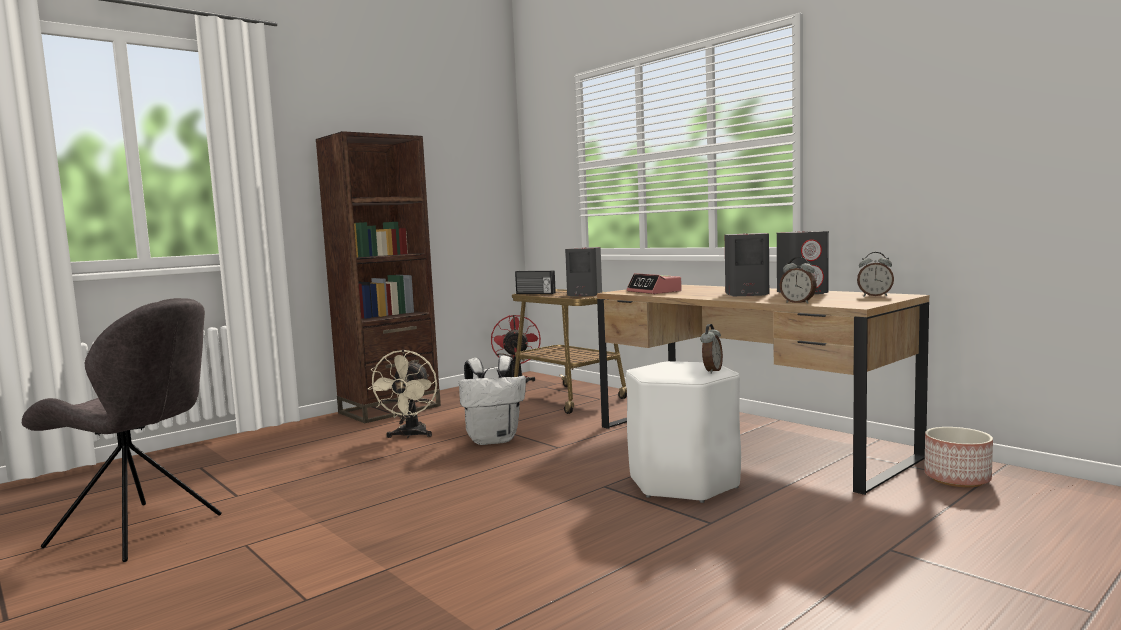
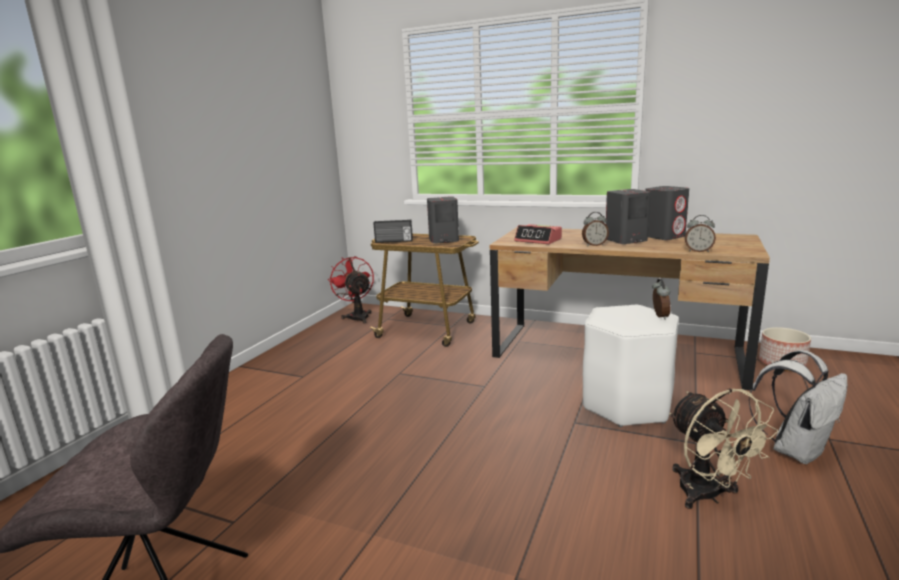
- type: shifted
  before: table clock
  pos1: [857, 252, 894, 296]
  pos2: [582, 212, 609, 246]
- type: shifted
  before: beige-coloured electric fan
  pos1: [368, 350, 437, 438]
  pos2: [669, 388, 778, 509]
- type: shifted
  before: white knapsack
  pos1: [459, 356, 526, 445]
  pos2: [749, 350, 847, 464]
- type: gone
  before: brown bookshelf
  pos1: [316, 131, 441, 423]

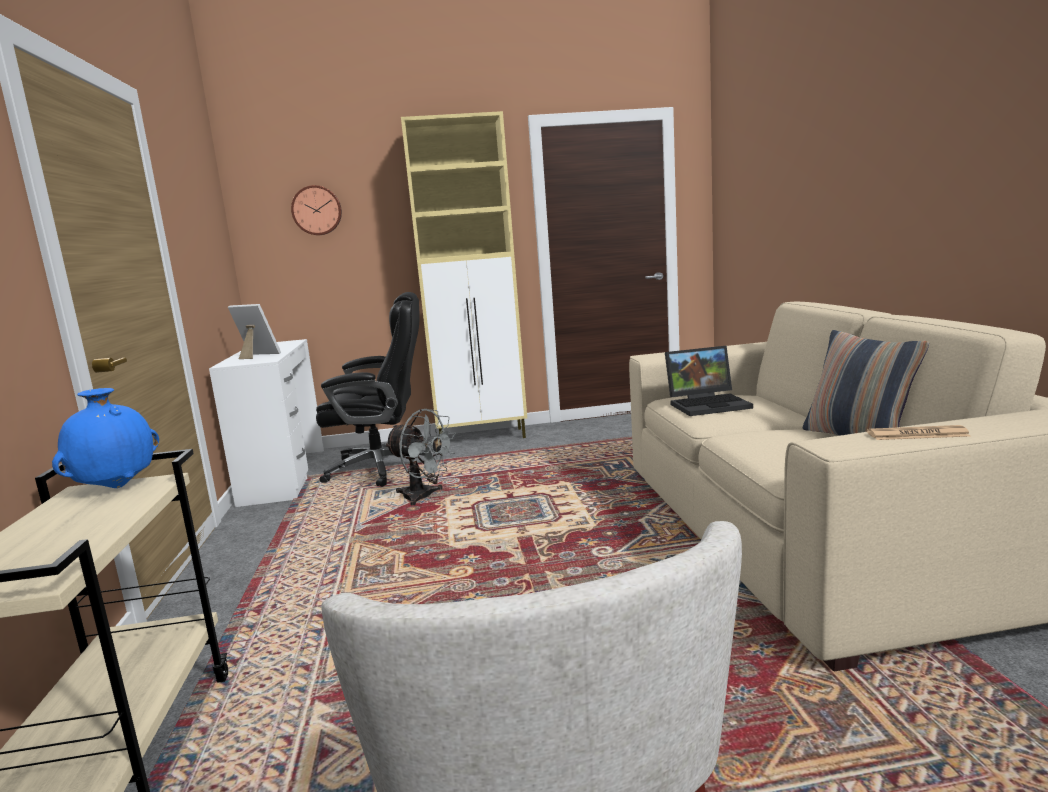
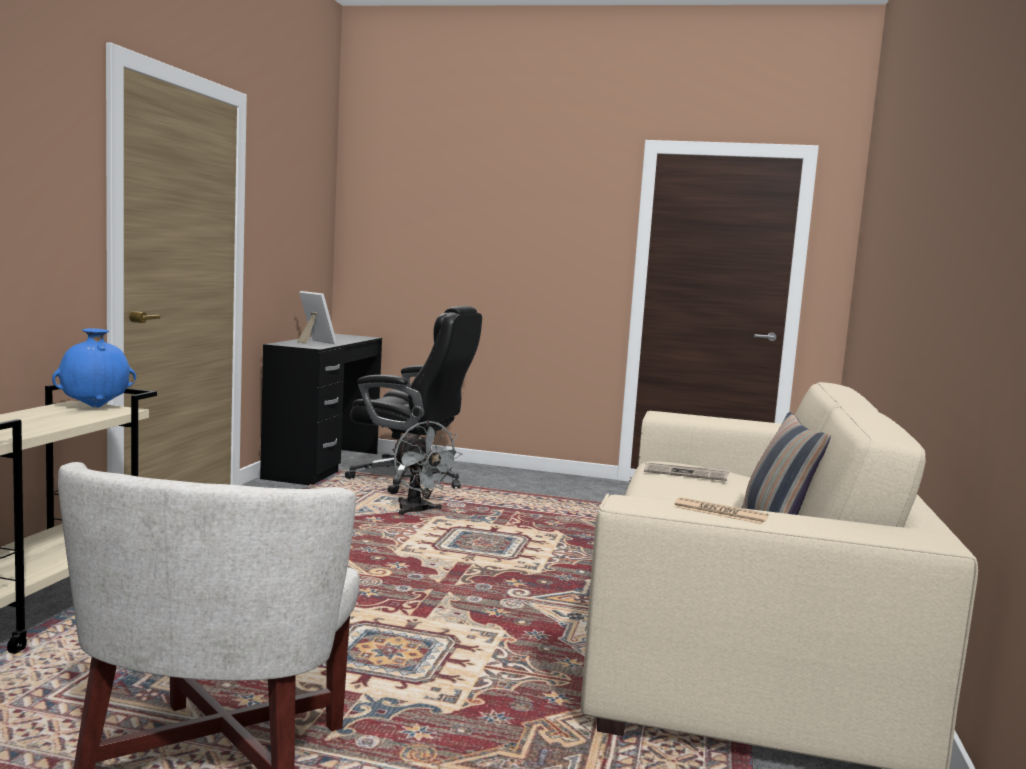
- type: repainted
  before: white desk unit
  after: blackish desk unit
  pos1: [209, 339, 324, 507]
  pos2: [260, 334, 382, 485]
- type: swapped
  before: laptop
  after: printed paper
  pos1: [665, 345, 753, 416]
  pos2: [644, 462, 730, 481]
- type: gone
  before: hanging clock
  pos1: [291, 185, 342, 235]
- type: gone
  before: beige-coloured cabinet
  pos1: [401, 111, 527, 438]

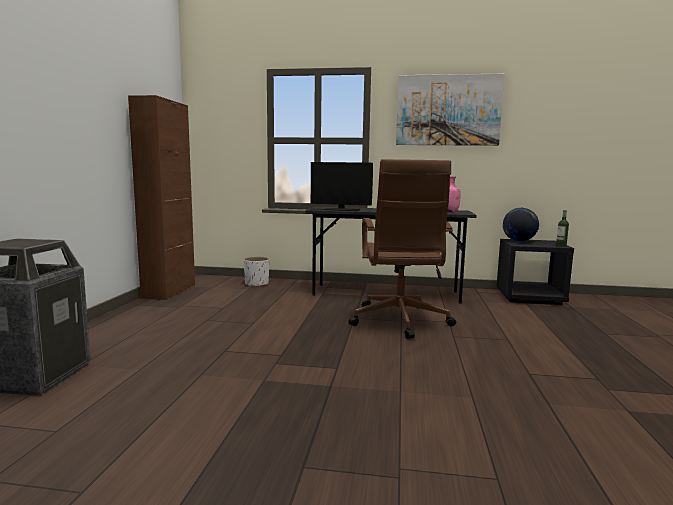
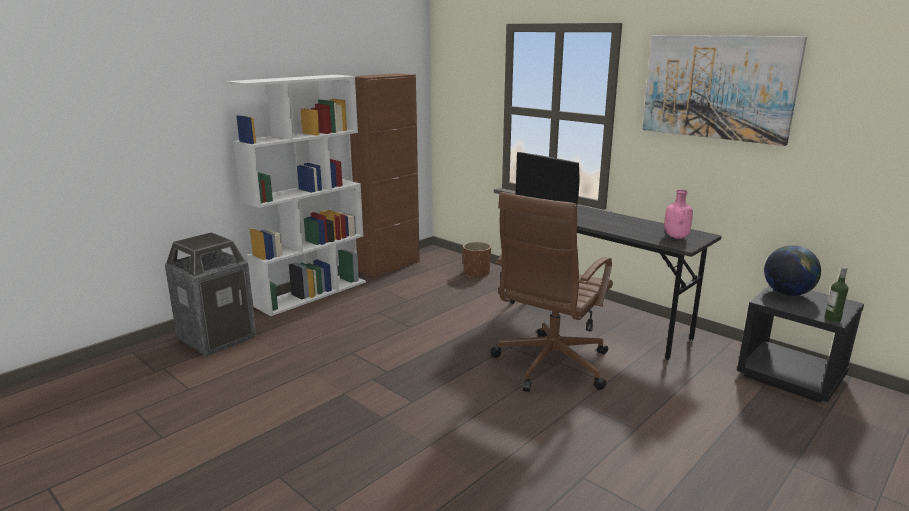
- type: new
  after: white bookshelf
  pos2: [226, 75, 366, 316]
- type: repainted
  before: white flower pot
  after: brown flower pot
  pos1: [244, 257, 269, 287]
  pos2: [463, 242, 491, 278]

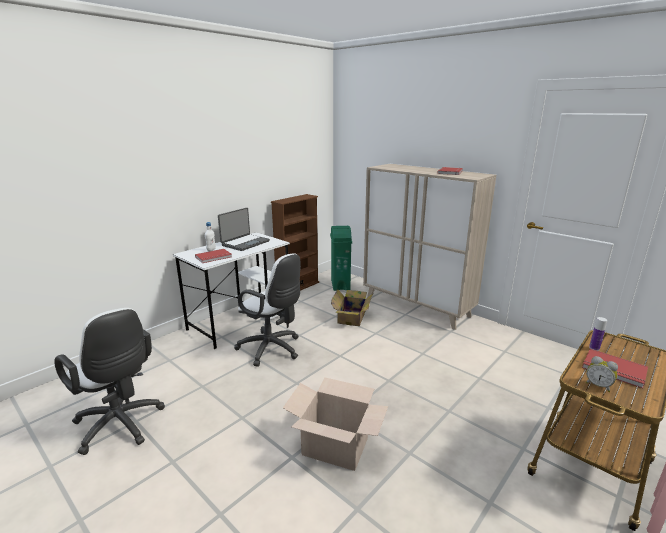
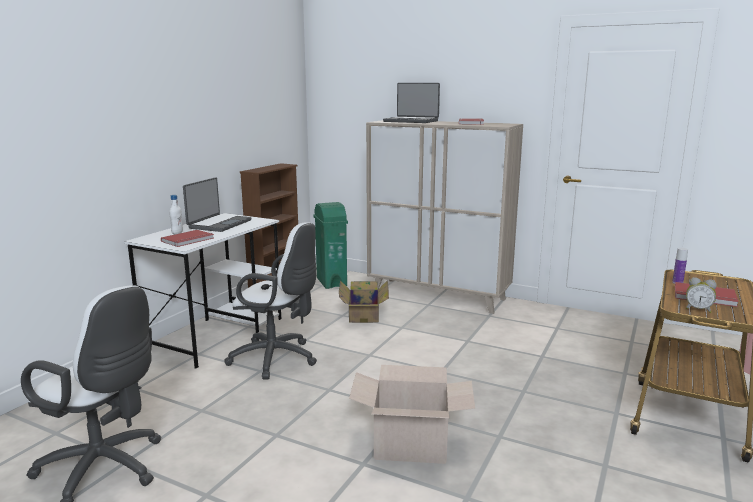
- type: new
  after: laptop
  pos2: [383, 83, 440, 123]

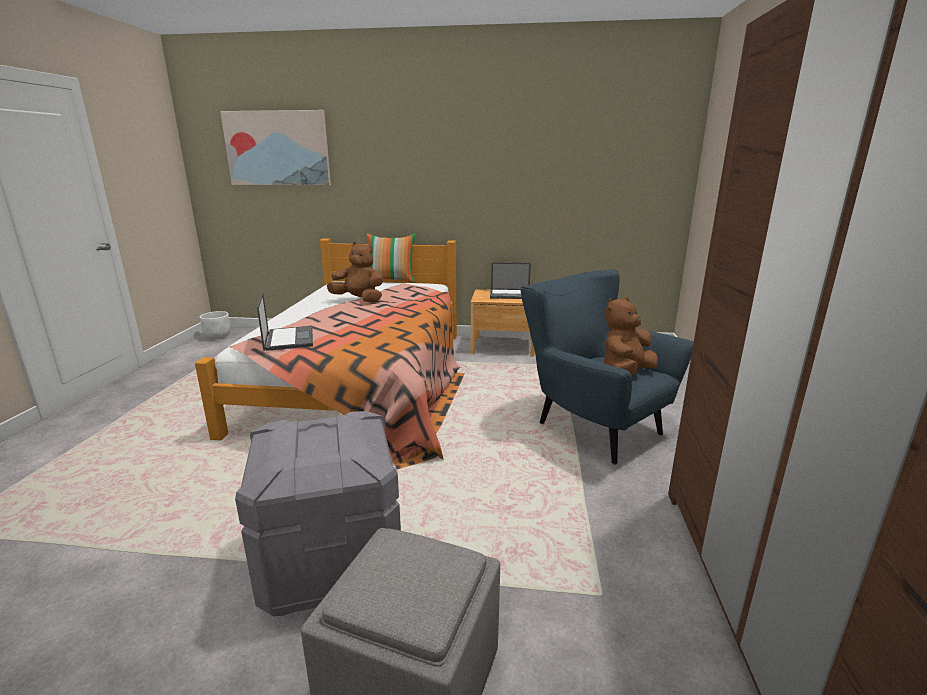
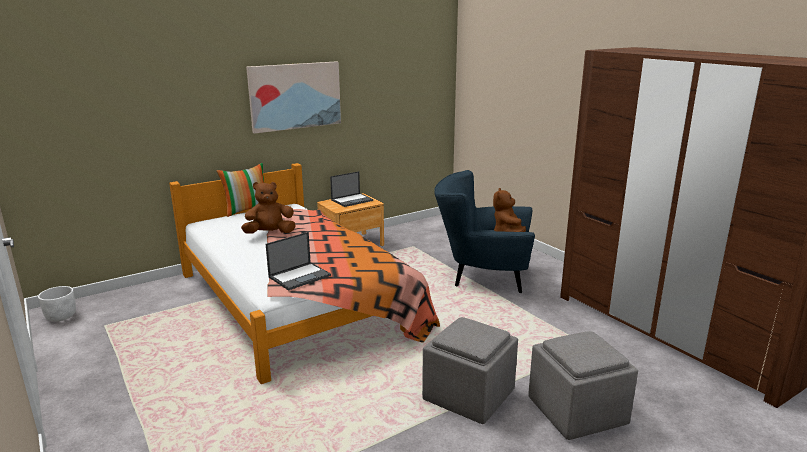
- type: shifted
  before: wall picture
  pos1: [220, 110, 331, 185]
  pos2: [246, 61, 341, 134]
- type: rotated
  before: laptop
  pos1: [257, 292, 313, 351]
  pos2: [266, 232, 331, 291]
  turn: 105
- type: swapped
  before: grey storage bin
  after: grey pouffe
  pos1: [235, 411, 401, 617]
  pos2: [422, 317, 518, 424]

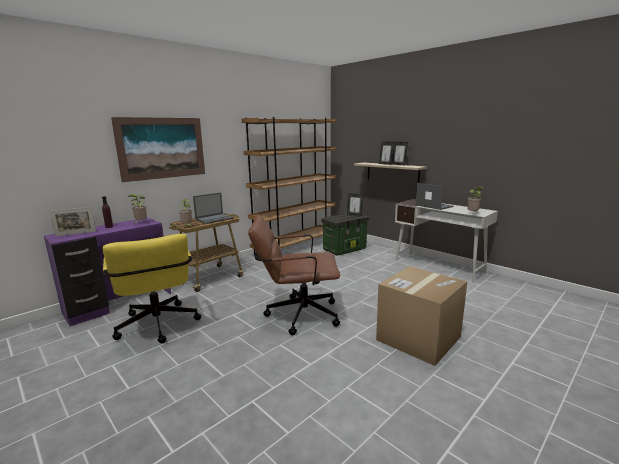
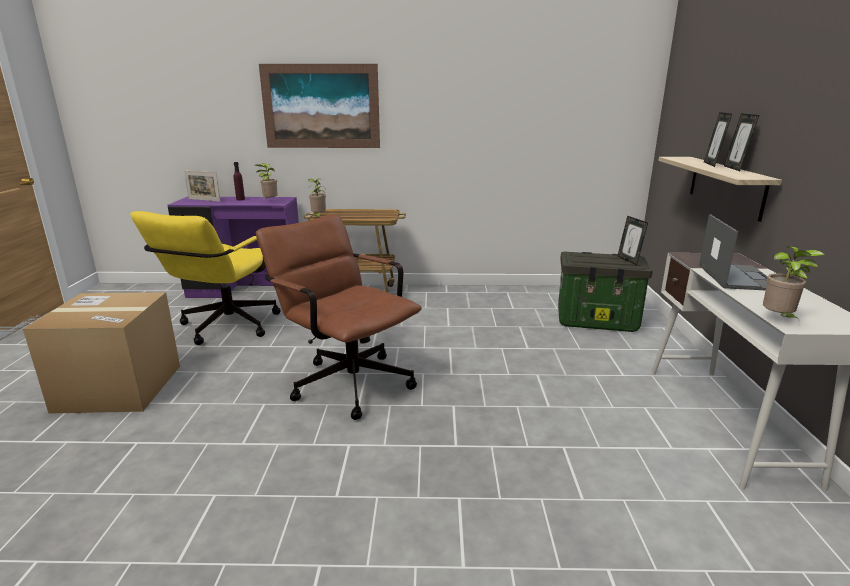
- type: shifted
  before: cardboard box
  pos1: [376, 266, 467, 366]
  pos2: [23, 292, 180, 414]
- type: gone
  before: laptop
  pos1: [193, 192, 234, 224]
- type: gone
  before: brown bookshelf
  pos1: [242, 117, 336, 256]

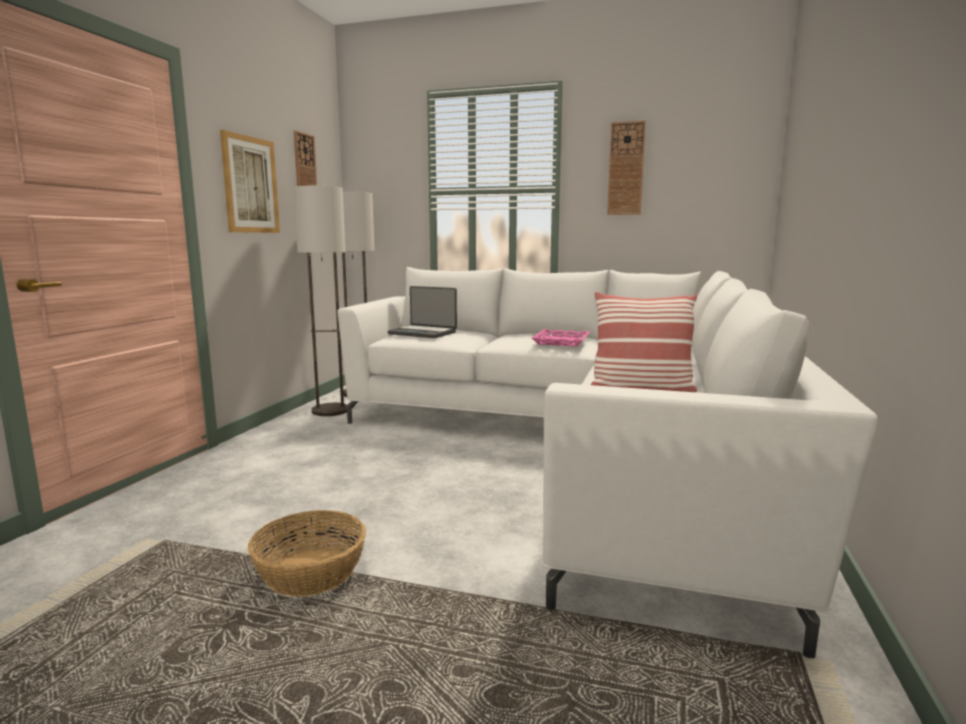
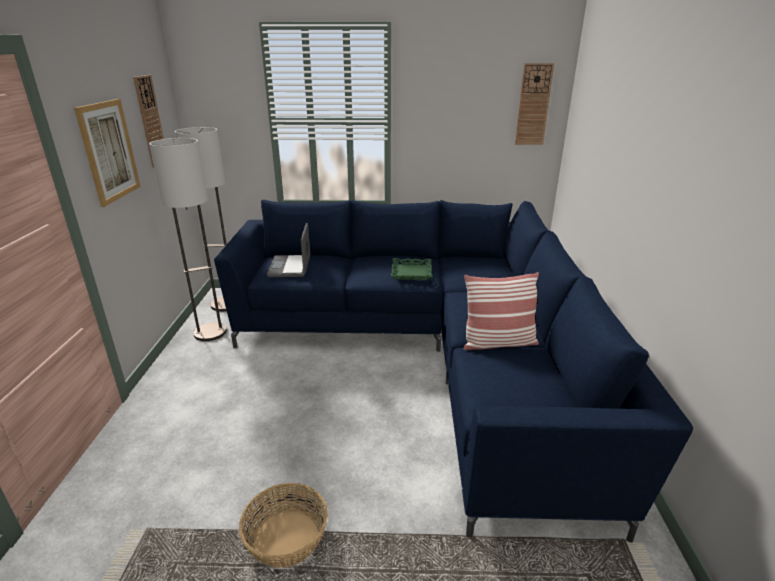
- type: repainted
  before: white sofa
  after: blue-coloured sofa
  pos1: [338, 267, 878, 658]
  pos2: [214, 200, 693, 543]
- type: rotated
  before: laptop
  pos1: [388, 286, 457, 338]
  pos2: [267, 223, 310, 277]
  turn: 75
- type: repainted
  before: pink carrying tray
  after: green-coloured carrying tray
  pos1: [532, 329, 590, 347]
  pos2: [391, 258, 433, 280]
- type: shifted
  before: hanging clock
  pos1: [607, 121, 646, 215]
  pos2: [515, 63, 554, 145]

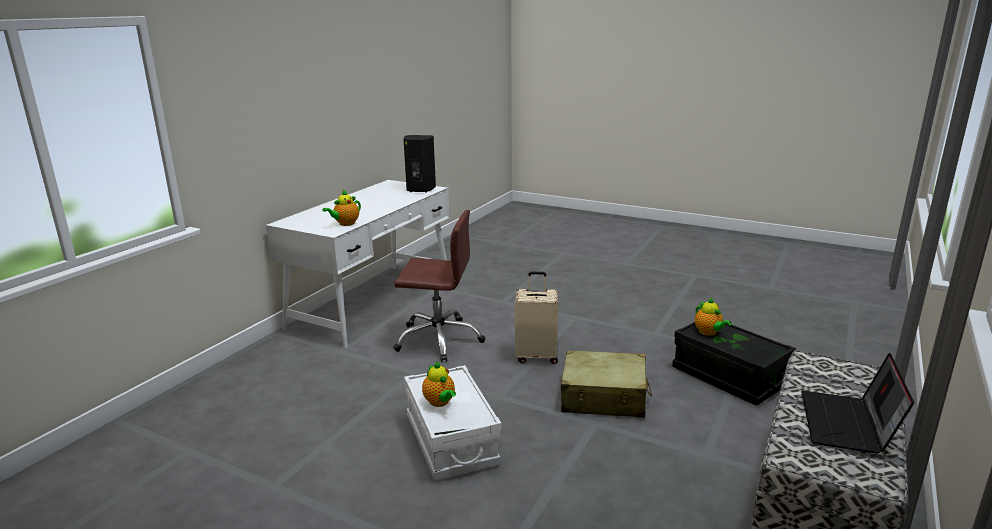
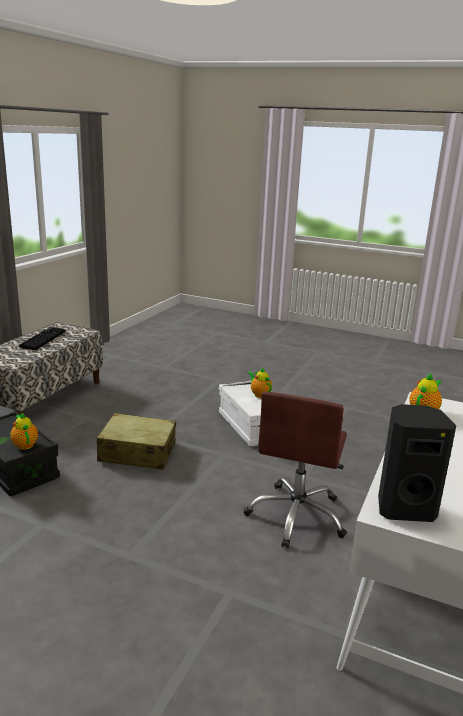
- type: swapped
  before: laptop
  after: computer keyboard
  pos1: [801, 353, 914, 454]
  pos2: [19, 327, 66, 350]
- type: rotated
  before: brown office chair
  pos1: [393, 210, 485, 362]
  pos2: [244, 391, 347, 548]
  turn: -75
- type: gone
  before: beige-coloured piece of luggage
  pos1: [515, 272, 558, 364]

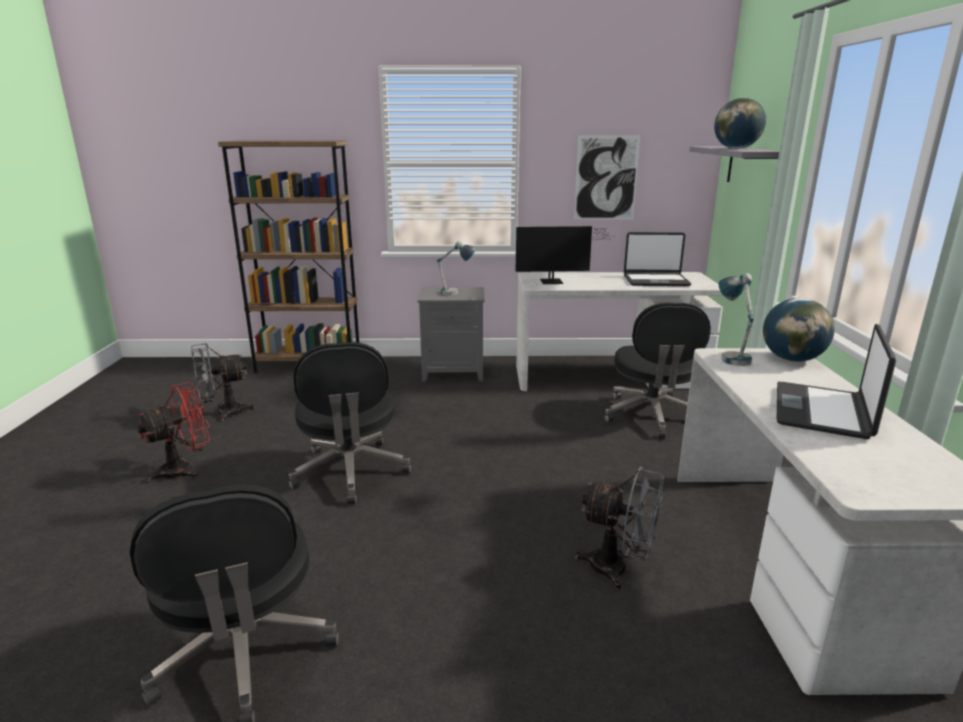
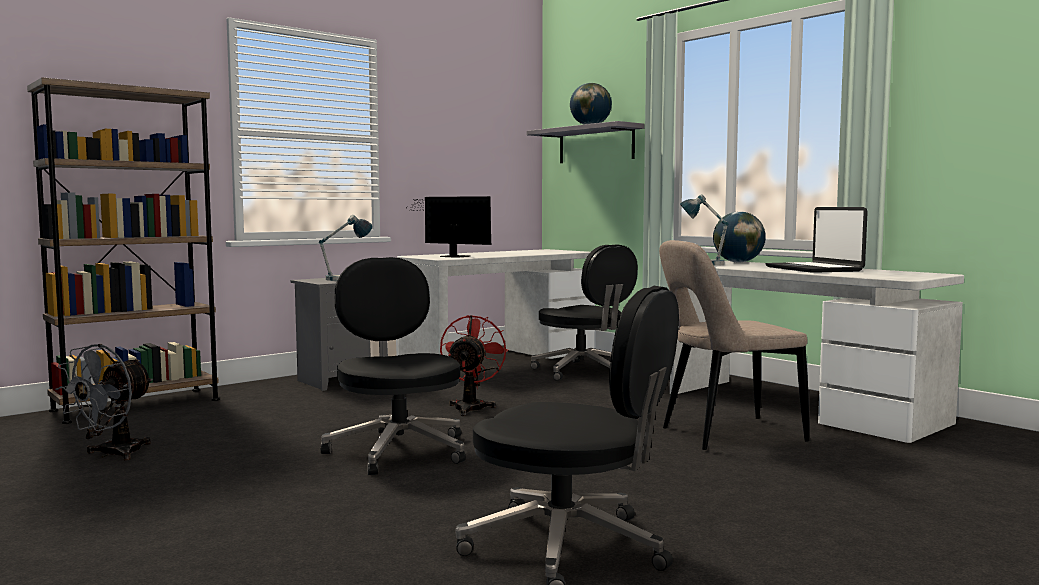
- type: rotated
  before: blackish office chair
  pos1: [289, 342, 411, 504]
  pos2: [321, 257, 466, 475]
  turn: -150
- type: rotated
  before: monitor
  pos1: [515, 226, 616, 284]
  pos2: [409, 196, 492, 258]
  turn: -105
- type: shifted
  before: red-coloured electric fan
  pos1: [137, 382, 210, 483]
  pos2: [440, 315, 508, 416]
- type: swapped
  before: grey electric fan
  after: beige-coloured chair
  pos1: [575, 467, 664, 590]
  pos2: [659, 240, 809, 450]
- type: gone
  before: wall picture
  pos1: [574, 135, 640, 219]
- type: gone
  before: laptop
  pos1: [624, 232, 692, 286]

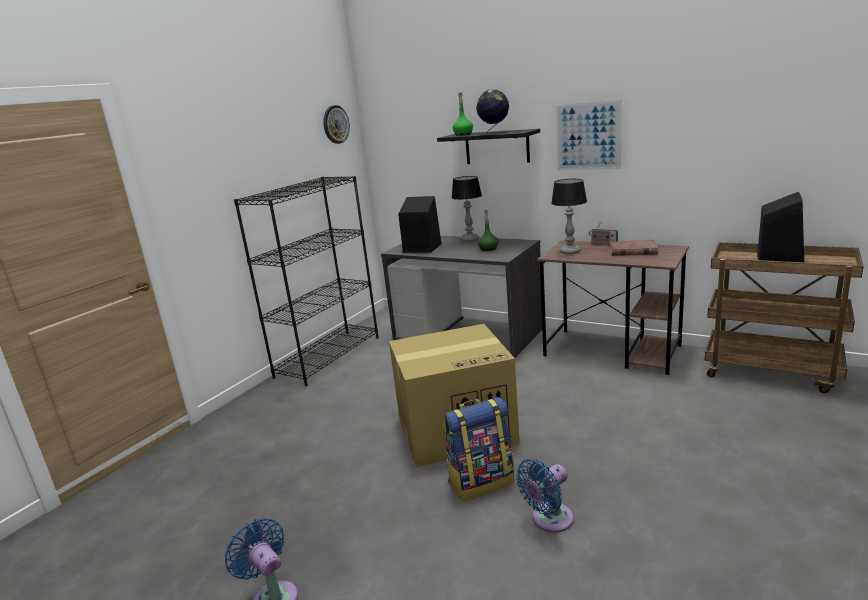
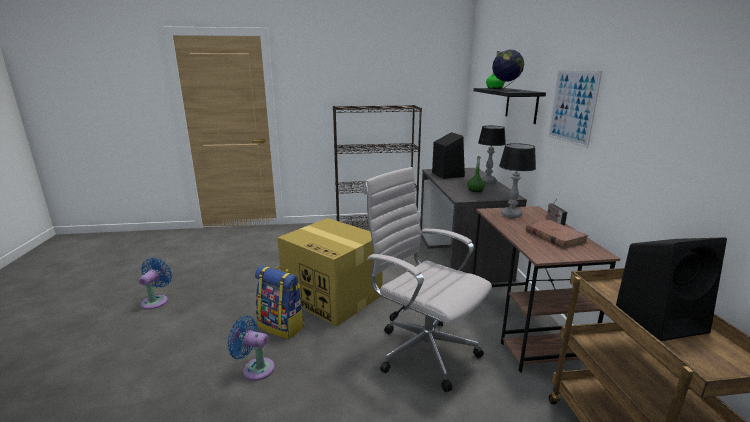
- type: new
  after: white office chair
  pos2: [364, 167, 492, 392]
- type: gone
  before: hanging clock
  pos1: [323, 105, 350, 144]

